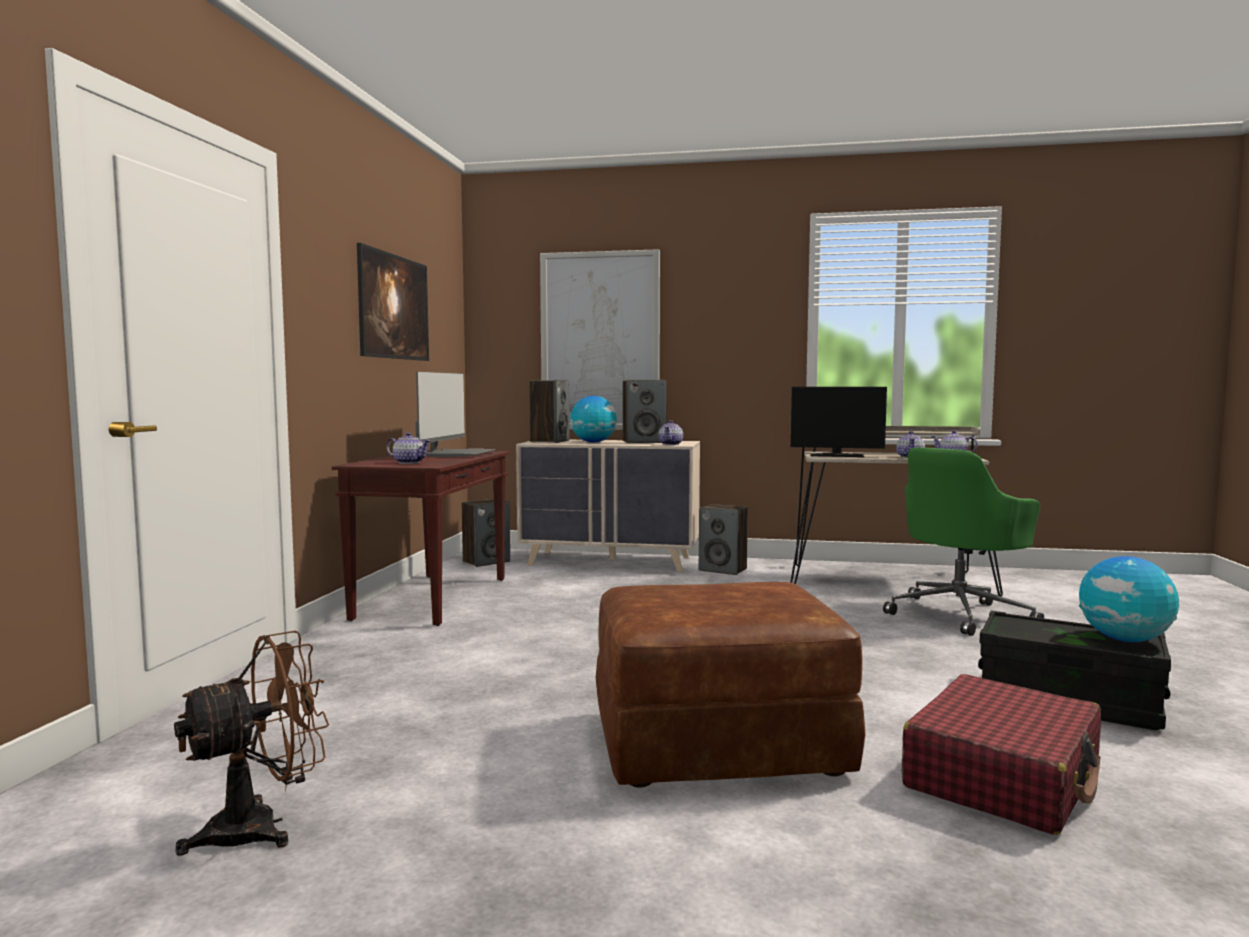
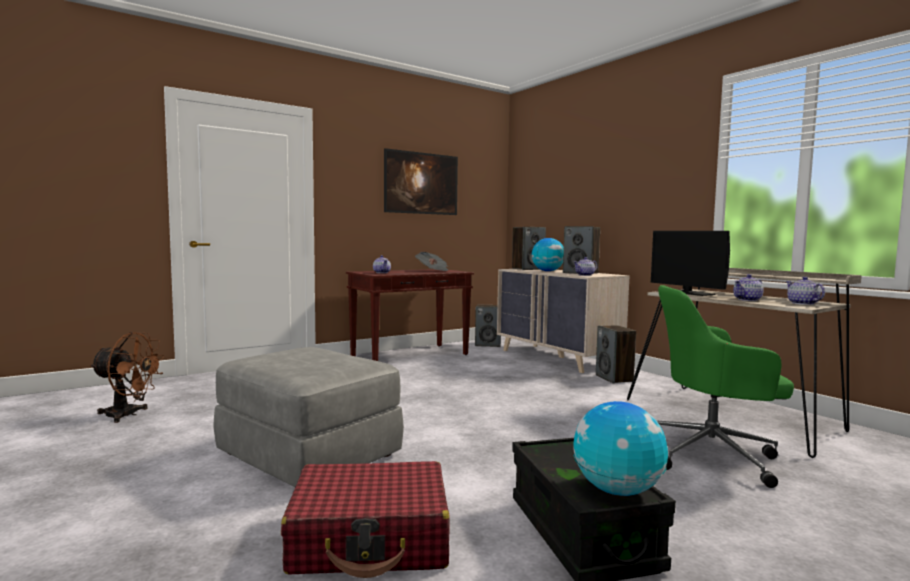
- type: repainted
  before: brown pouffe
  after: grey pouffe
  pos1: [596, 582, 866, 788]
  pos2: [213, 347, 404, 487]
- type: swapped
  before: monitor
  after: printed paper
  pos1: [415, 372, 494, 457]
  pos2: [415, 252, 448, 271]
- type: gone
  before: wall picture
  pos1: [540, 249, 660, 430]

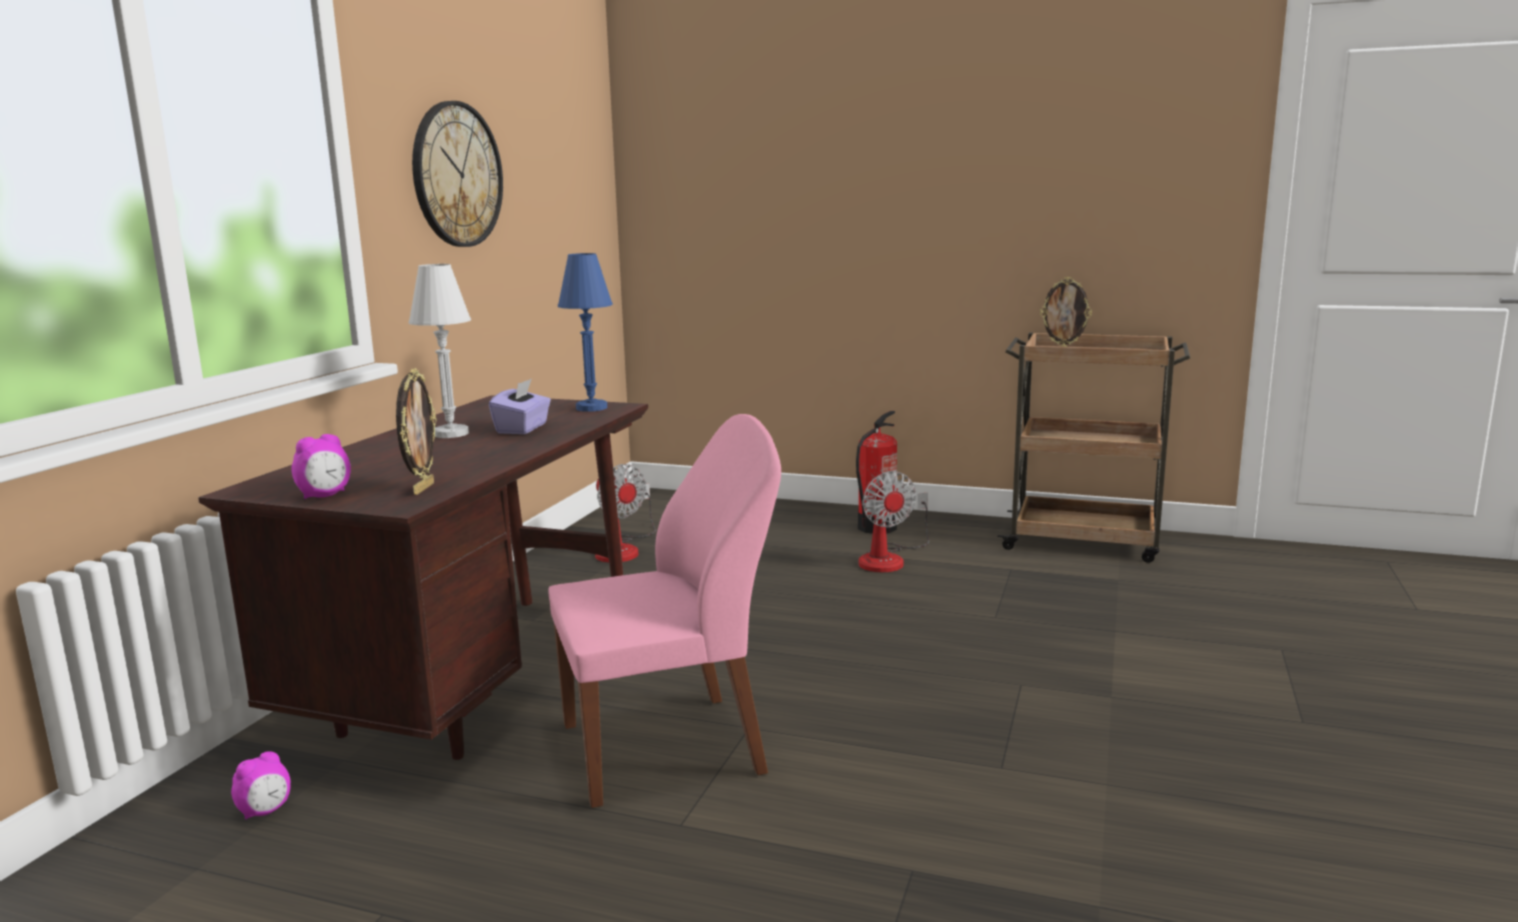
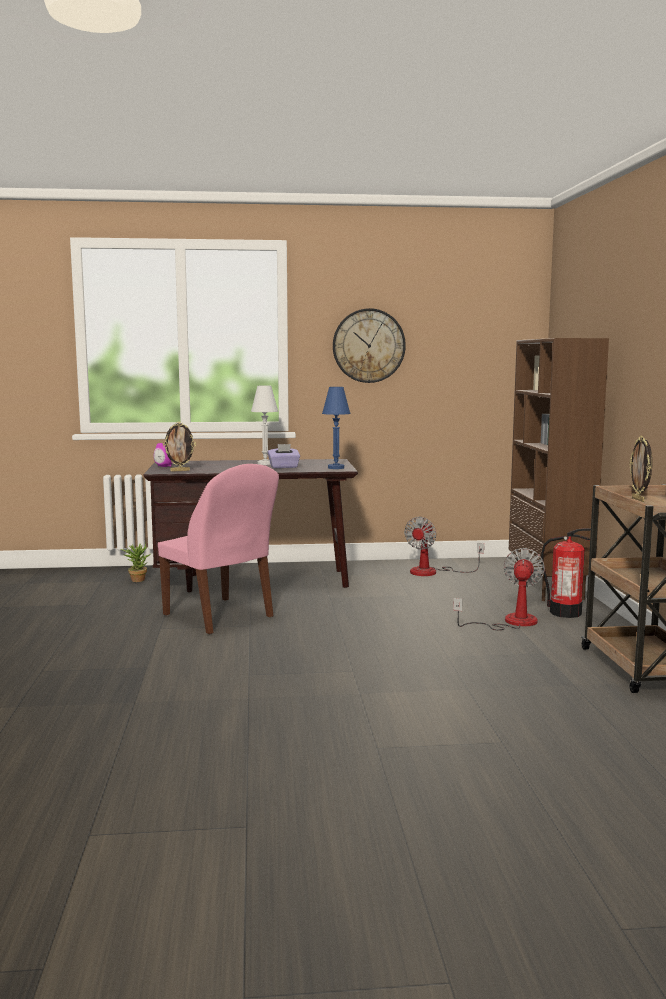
- type: swapped
  before: table clock
  after: plant in a pot
  pos1: [231, 751, 291, 820]
  pos2: [121, 543, 150, 582]
- type: rotated
  before: electric fan
  pos1: [858, 471, 929, 572]
  pos2: [453, 548, 545, 630]
  turn: 150
- type: new
  after: brown bookshelf
  pos2: [509, 338, 609, 601]

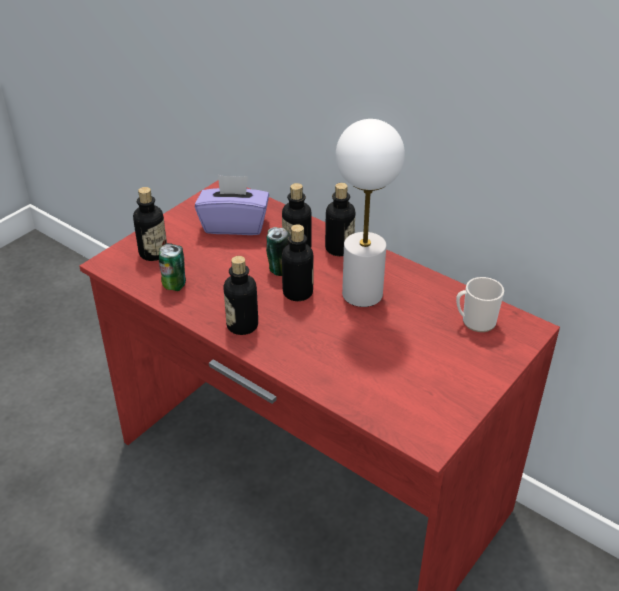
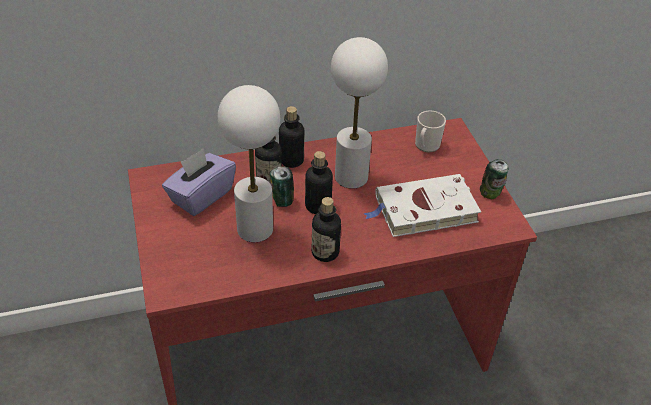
- type: new
  after: white table lamp
  pos2: [218, 85, 280, 242]
- type: new
  after: white volume
  pos2: [363, 174, 481, 237]
- type: shifted
  before: sealed can
  pos1: [159, 243, 186, 291]
  pos2: [480, 159, 508, 199]
- type: gone
  before: beverage bottle
  pos1: [133, 187, 167, 261]

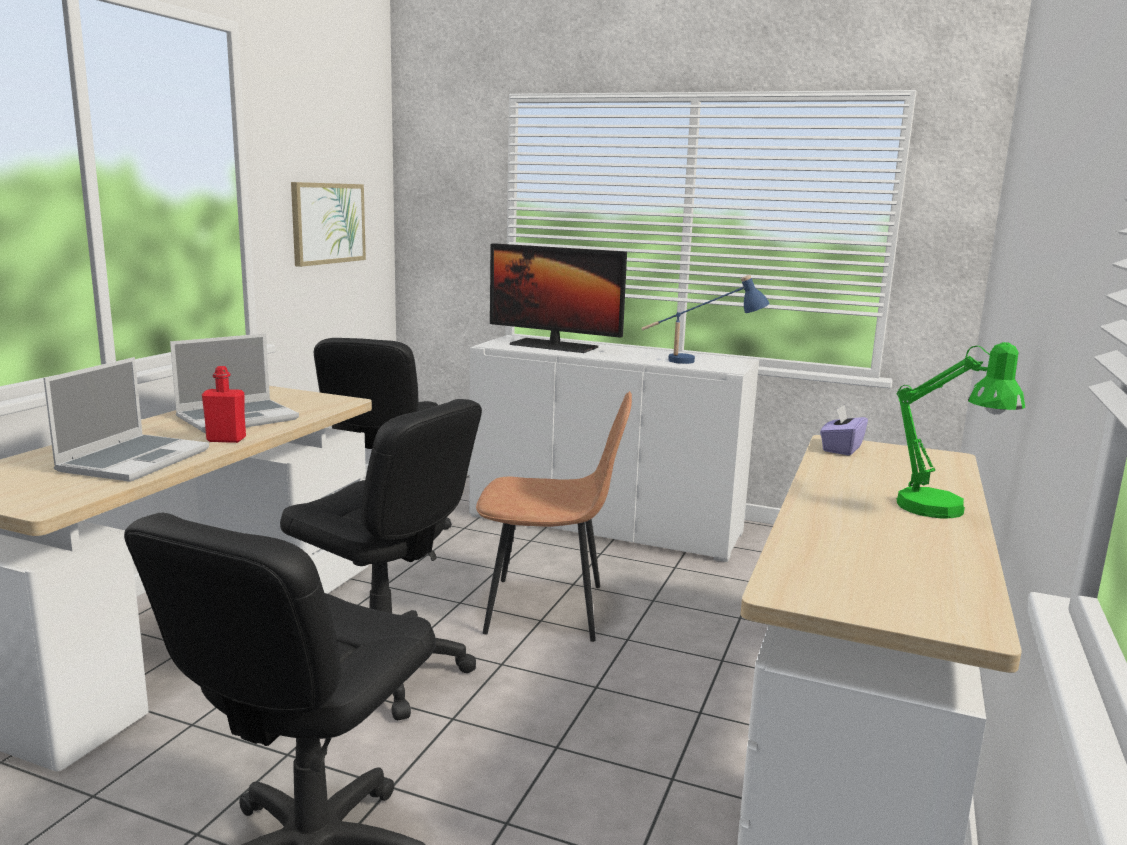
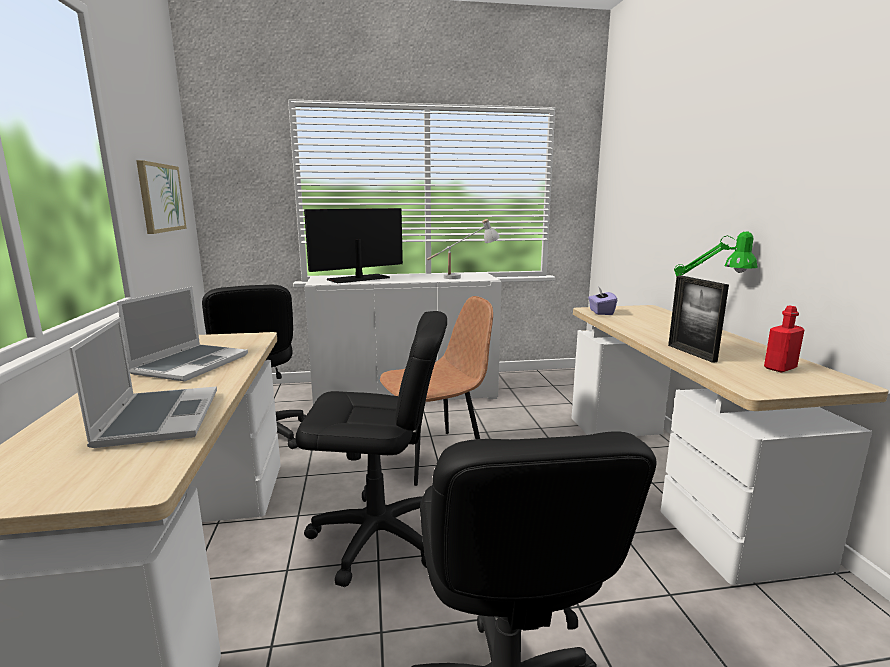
- type: rotated
  before: monitor
  pos1: [490, 243, 627, 353]
  pos2: [304, 208, 403, 283]
  turn: 150
- type: repainted
  before: blue-coloured table lamp
  after: white table lamp
  pos1: [642, 275, 770, 364]
  pos2: [427, 219, 500, 279]
- type: new
  after: standing frame
  pos2: [668, 275, 729, 363]
- type: shifted
  before: red-coloured beverage bottle
  pos1: [202, 366, 246, 443]
  pos2: [764, 306, 804, 373]

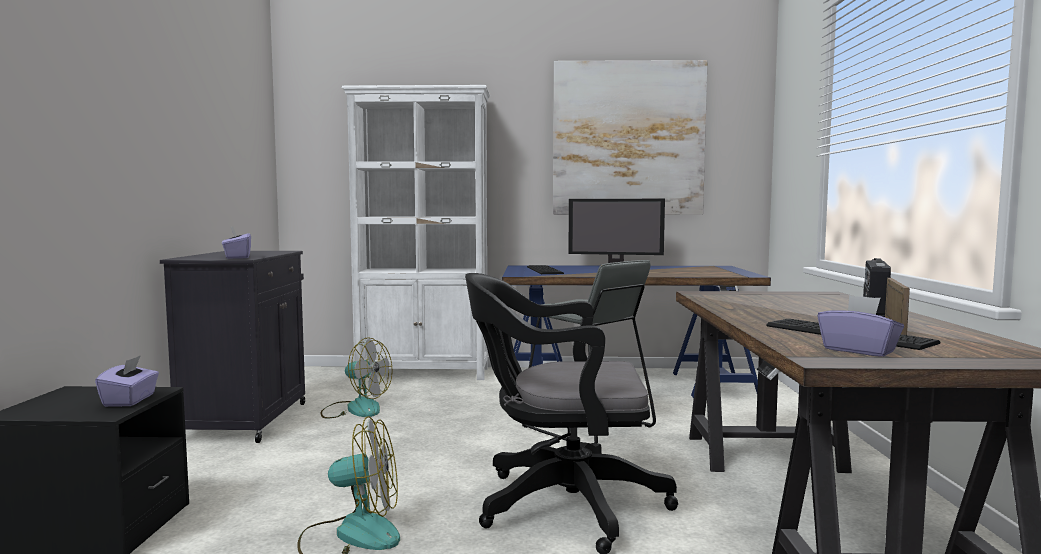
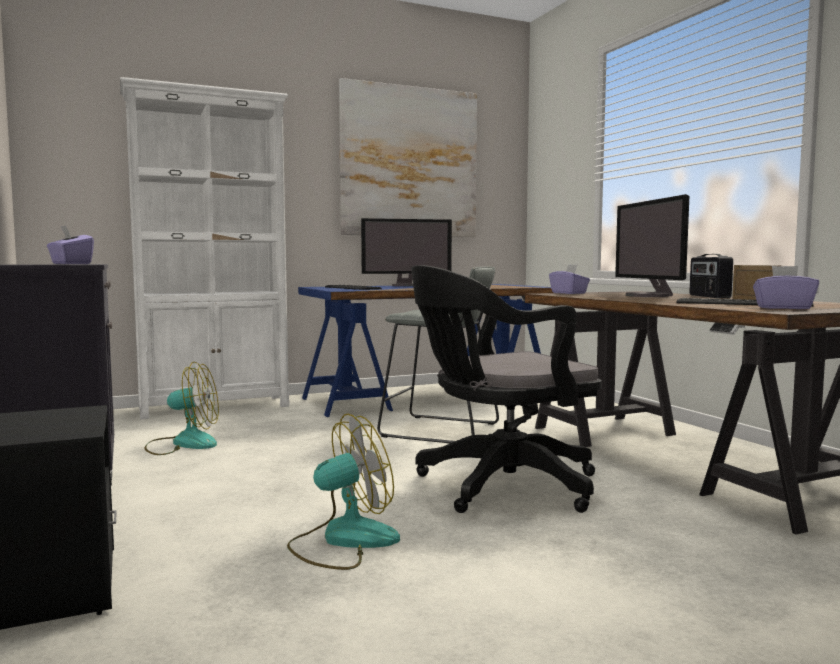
- type: shifted
  before: purplish tissue box
  pos1: [95, 355, 159, 407]
  pos2: [549, 264, 590, 294]
- type: new
  after: monitor
  pos2: [615, 194, 689, 297]

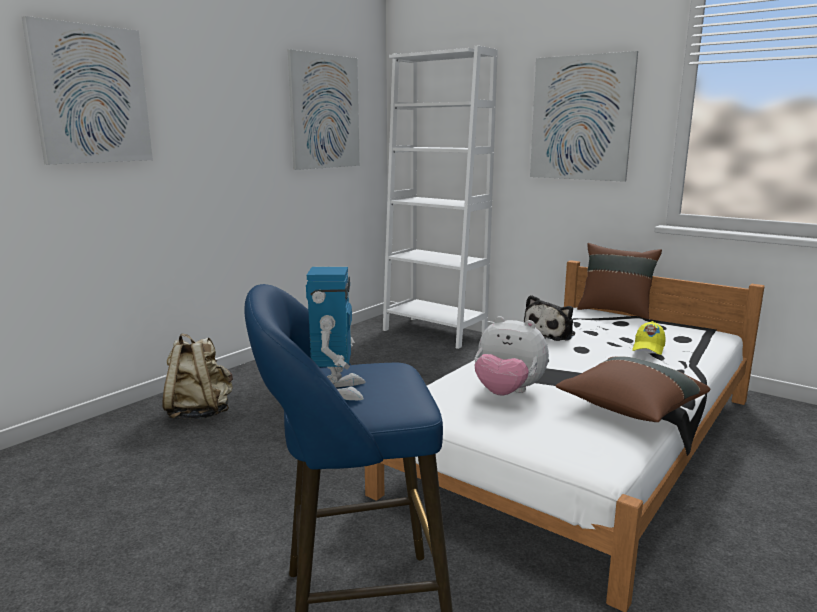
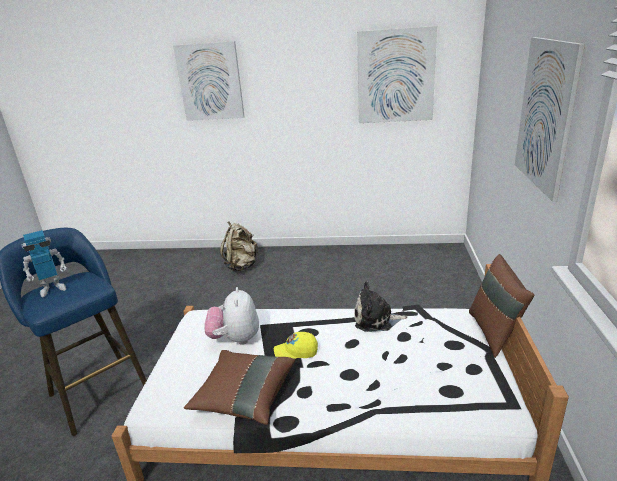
- type: shifted
  before: yellow peaked cap
  pos1: [632, 321, 666, 355]
  pos2: [274, 332, 318, 359]
- type: gone
  before: white bookshelf
  pos1: [383, 46, 498, 349]

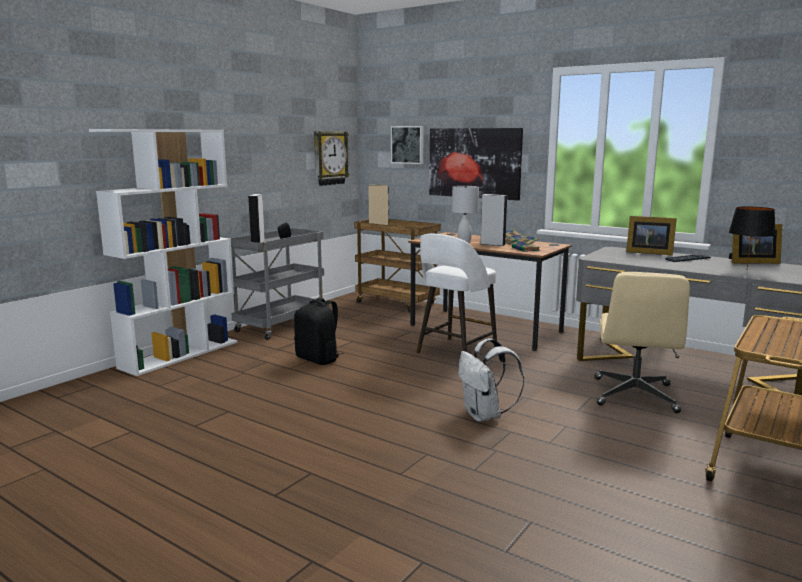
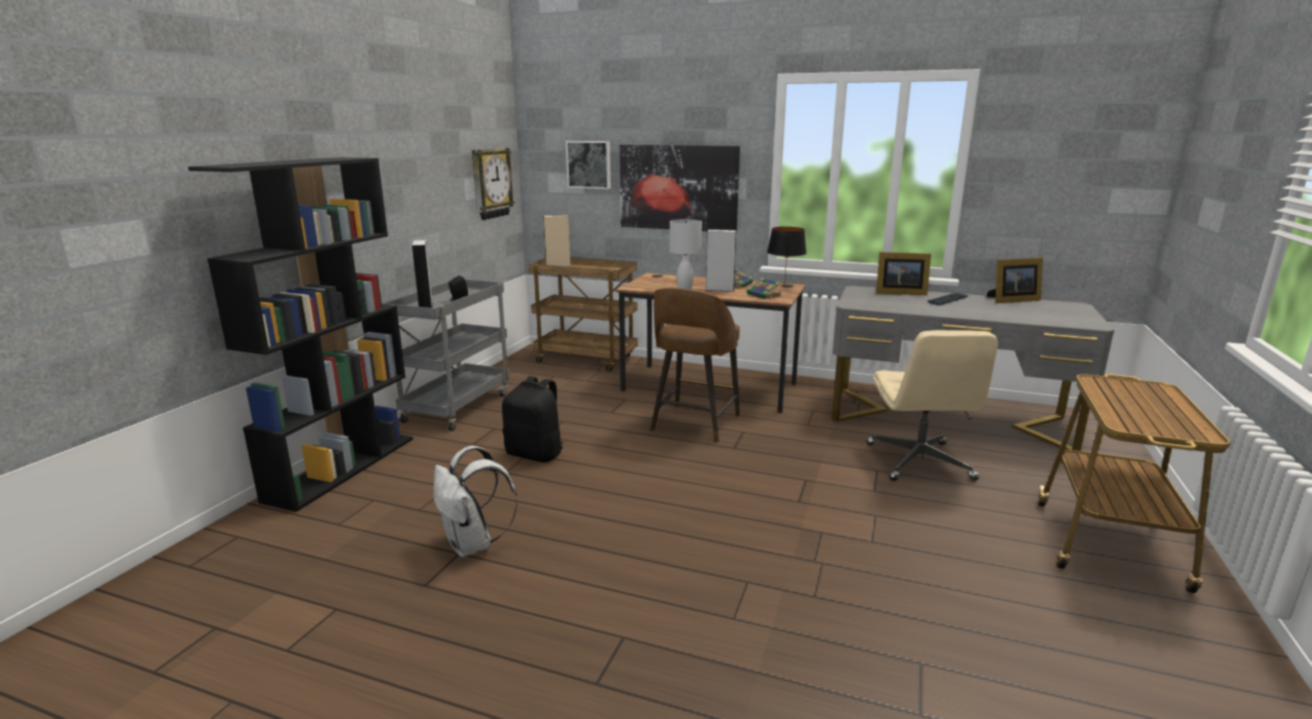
- type: repainted
  before: white bookshelf
  after: blackish bookshelf
  pos1: [89, 129, 237, 376]
  pos2: [188, 157, 413, 512]
- type: shifted
  before: white knapsack
  pos1: [458, 339, 524, 422]
  pos2: [434, 446, 518, 557]
- type: repainted
  before: white sitting stool
  after: brown sitting stool
  pos1: [416, 234, 497, 354]
  pos2: [650, 288, 740, 443]
- type: shifted
  before: blackish table lamp
  pos1: [729, 206, 776, 268]
  pos2: [767, 227, 806, 287]

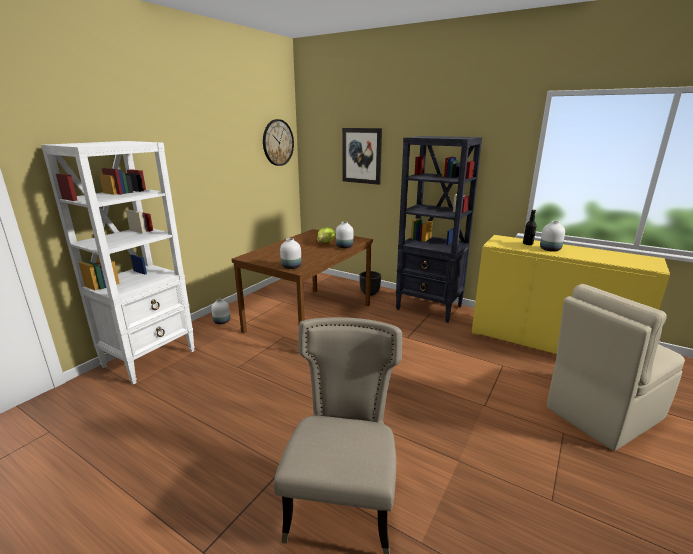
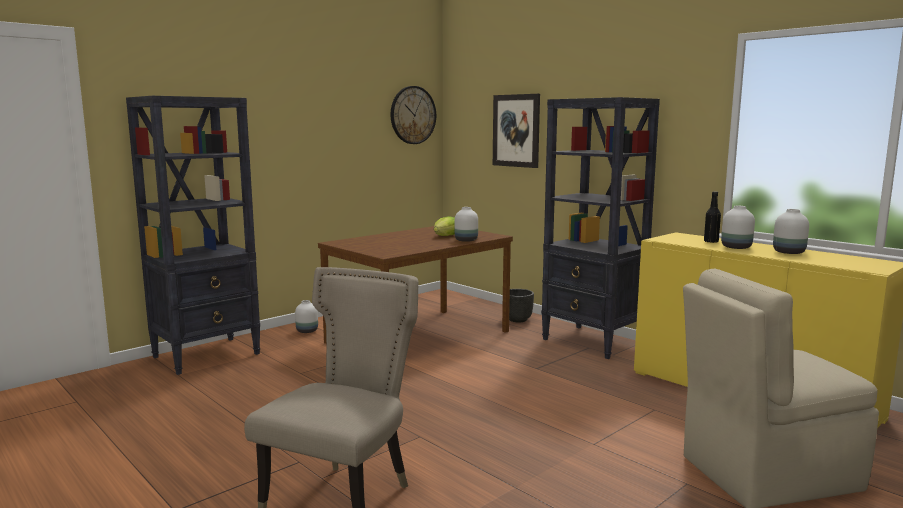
- type: repainted
  before: white bookshelf
  after: blackish bookshelf
  pos1: [41, 141, 195, 385]
  pos2: [126, 96, 261, 375]
- type: shifted
  before: white flower vase
  pos1: [280, 238, 301, 269]
  pos2: [773, 209, 809, 254]

